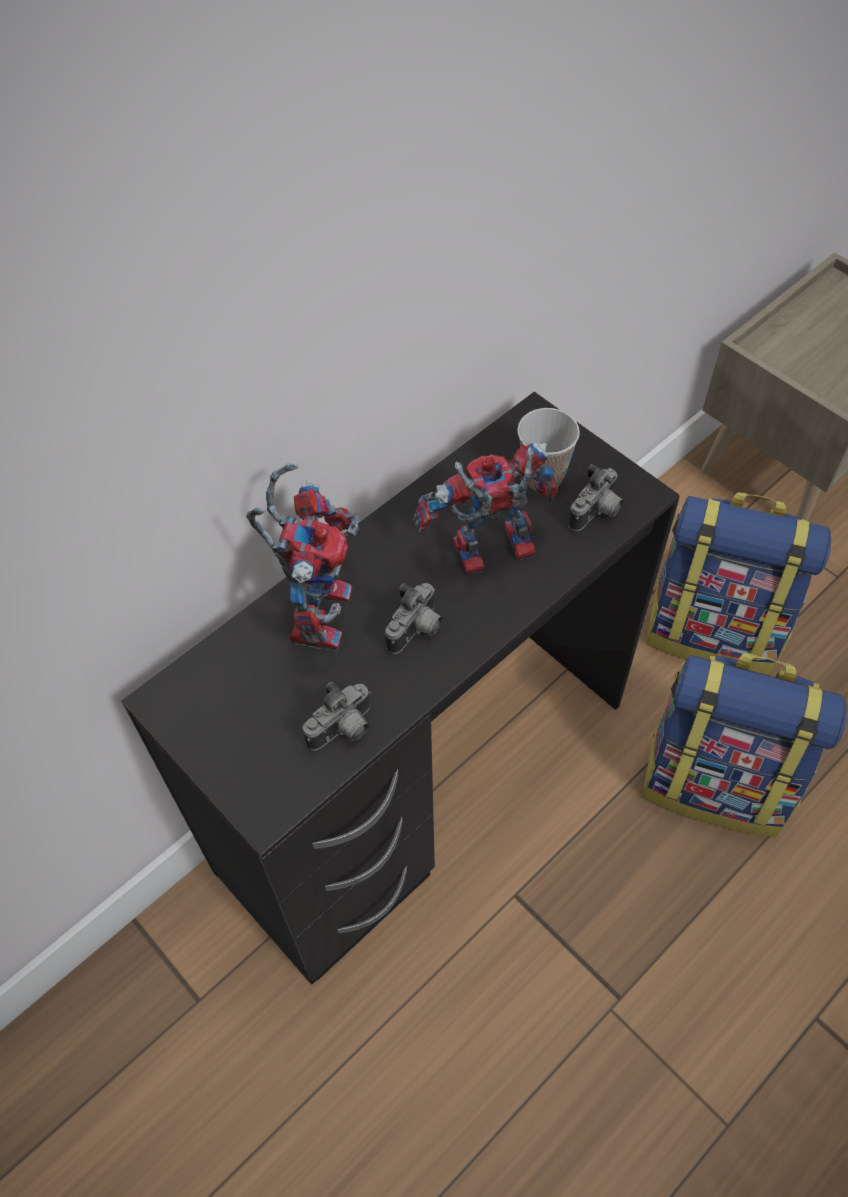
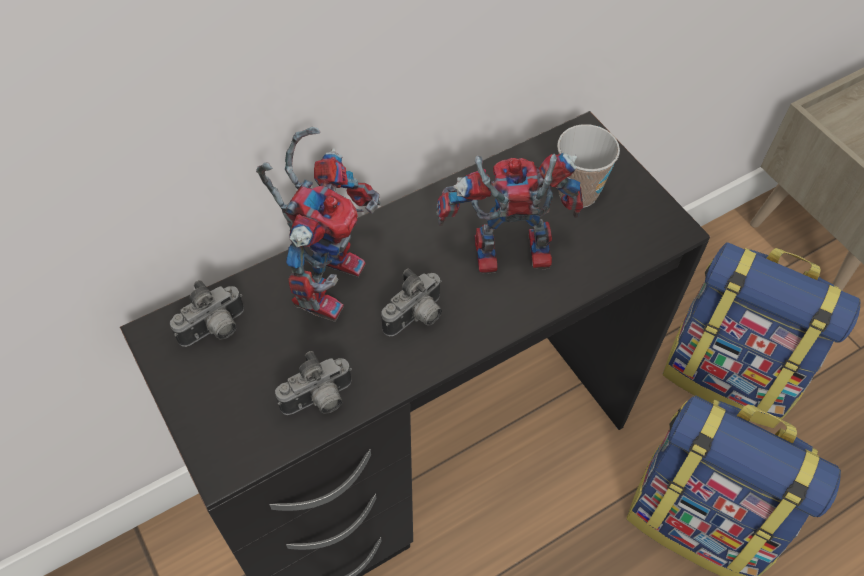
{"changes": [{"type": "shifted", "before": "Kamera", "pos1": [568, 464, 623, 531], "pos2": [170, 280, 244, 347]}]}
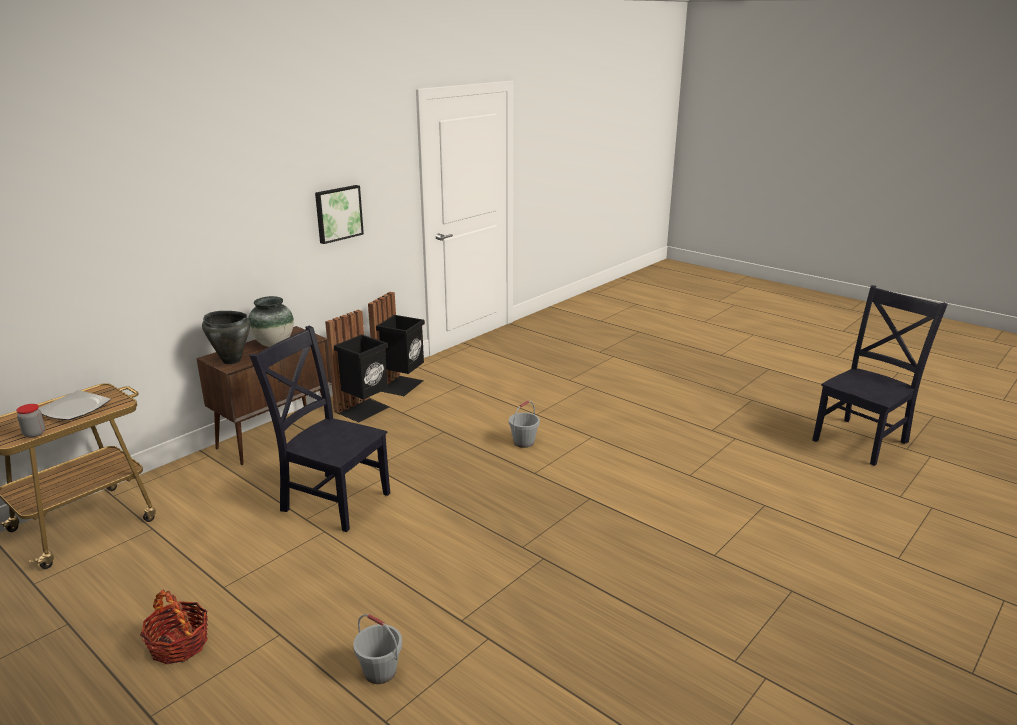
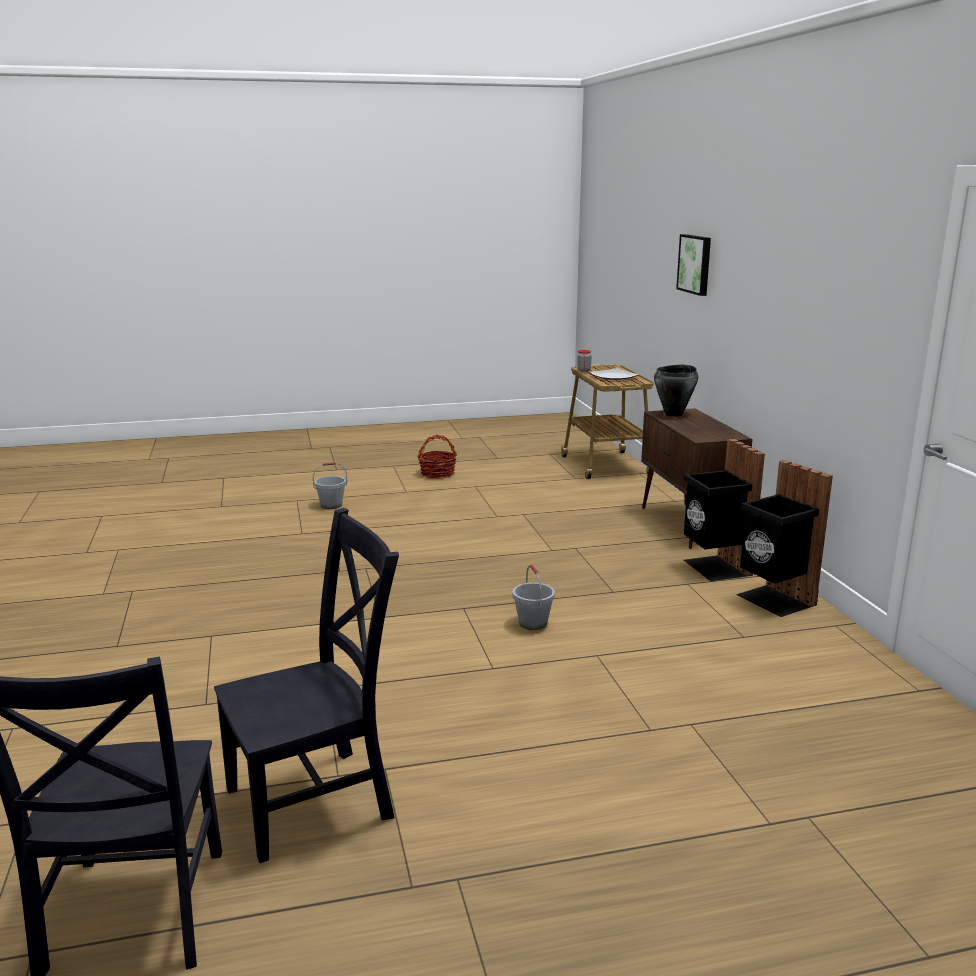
{"changes": [{"type": "shifted", "before": "Bild", "pos1": [315, 185, 364, 244], "pos2": [676, 234, 711, 296]}, {"type": "gone", "before": "Vase", "pos1": [248, 296, 294, 347]}, {"type": "shifted", "before": "Stuhl [schwarz]", "pos1": [249, 326, 390, 532], "pos2": [214, 508, 399, 863]}]}
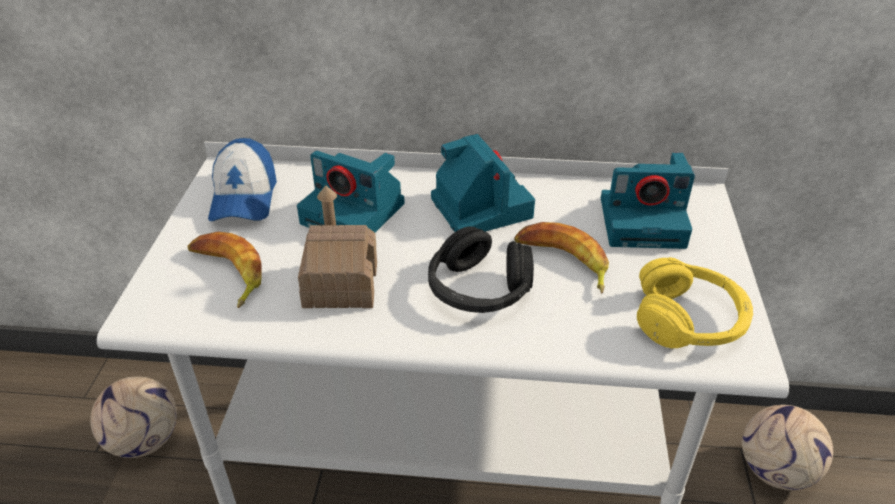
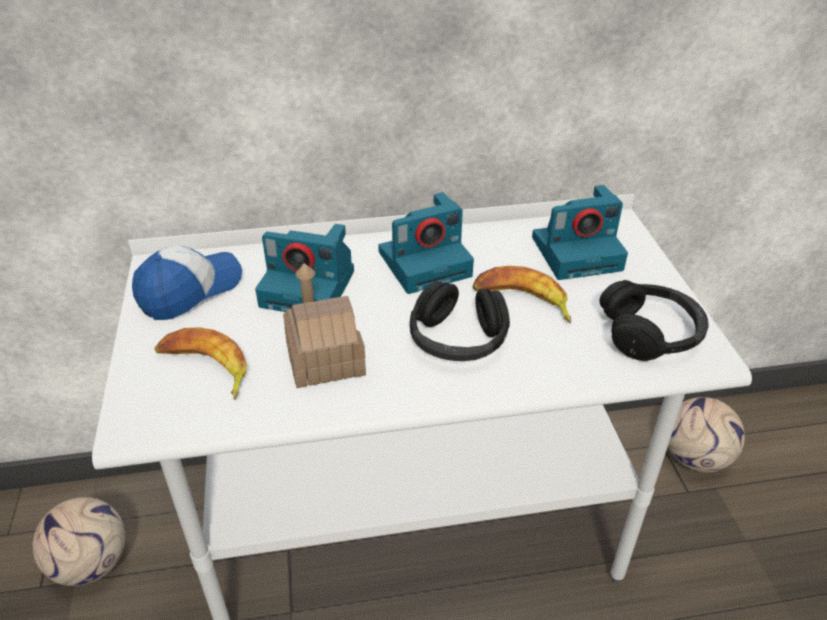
{"changes": [{"type": "rotated", "before": "Kamera", "pos1": [431, 134, 535, 232], "pos2": [378, 192, 474, 294], "turn": 105}, {"type": "rotated", "before": "Kappe", "pos1": [208, 138, 277, 221], "pos2": [132, 245, 242, 320], "turn": -120}, {"type": "repainted", "before": "Kopfhörer [gelb]", "after": "Kopfhörer [schwarz]", "pos1": [637, 257, 753, 348], "pos2": [599, 280, 709, 361]}]}
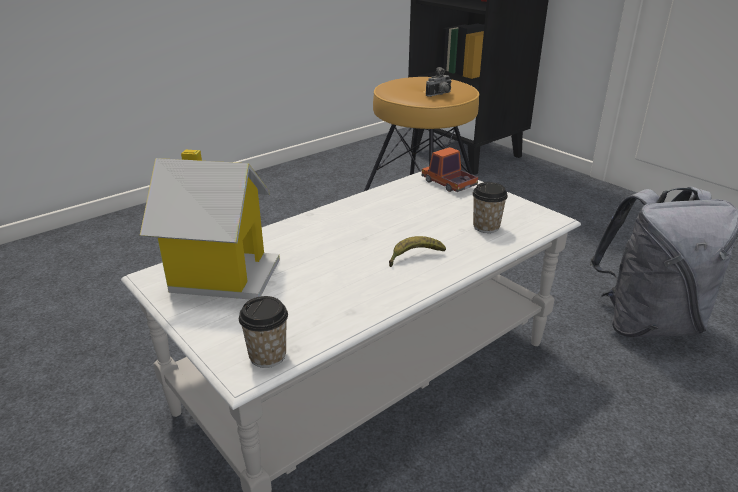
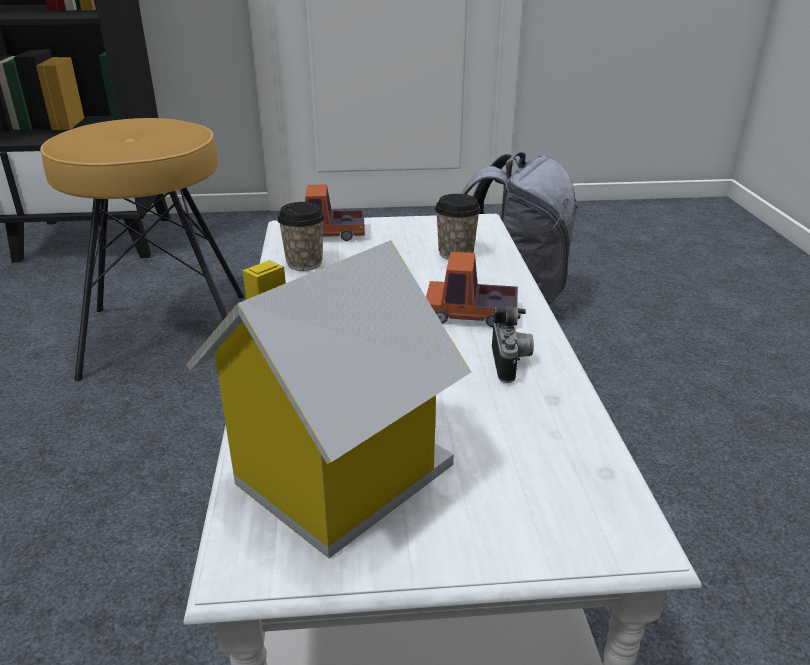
{"changes": [{"type": "shifted", "before": "Kamera", "pos1": [426, 67, 451, 97], "pos2": [492, 306, 534, 383]}, {"type": "swapped", "before": "Banane", "after": "Spielzeuglaster", "pos1": [389, 236, 446, 267], "pos2": [426, 252, 518, 327]}, {"type": "shifted", "before": "Tasse", "pos1": [239, 296, 288, 368], "pos2": [277, 202, 325, 271]}]}
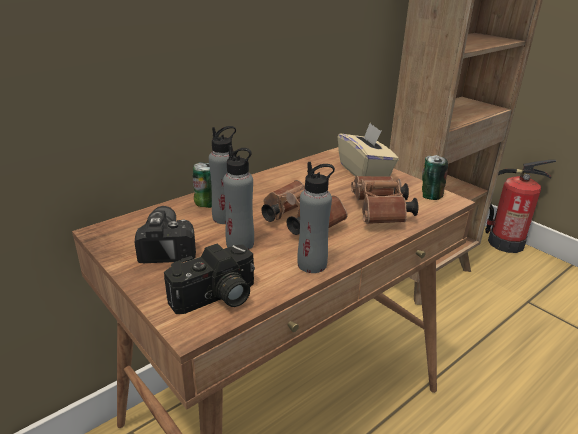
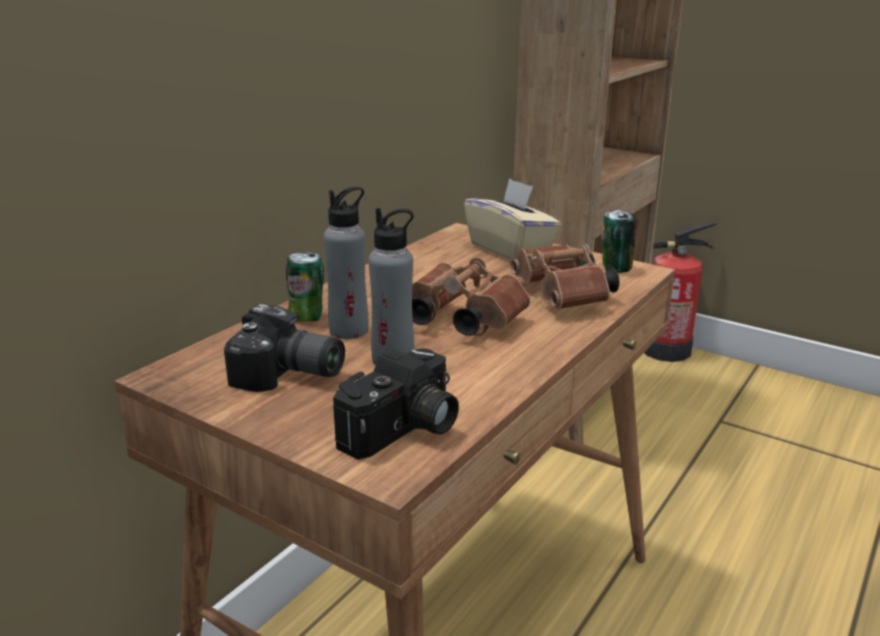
{"changes": [{"type": "gone", "before": "Flasche [grau]", "pos1": [297, 162, 335, 273]}, {"type": "rotated", "before": "Kamera", "pos1": [135, 206, 196, 263], "pos2": [224, 304, 345, 392], "turn": 135}]}
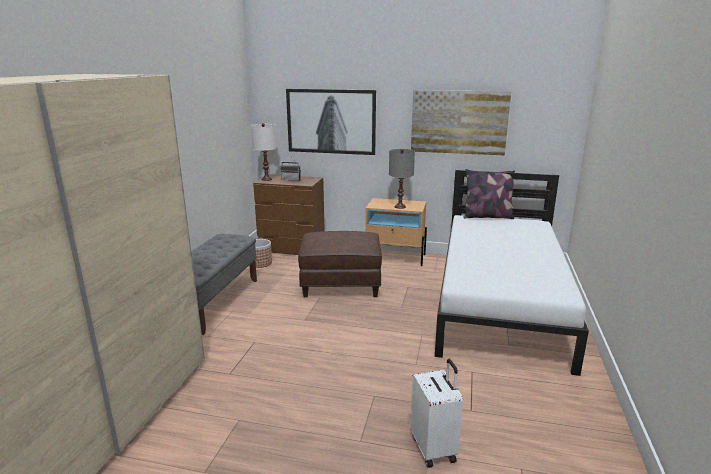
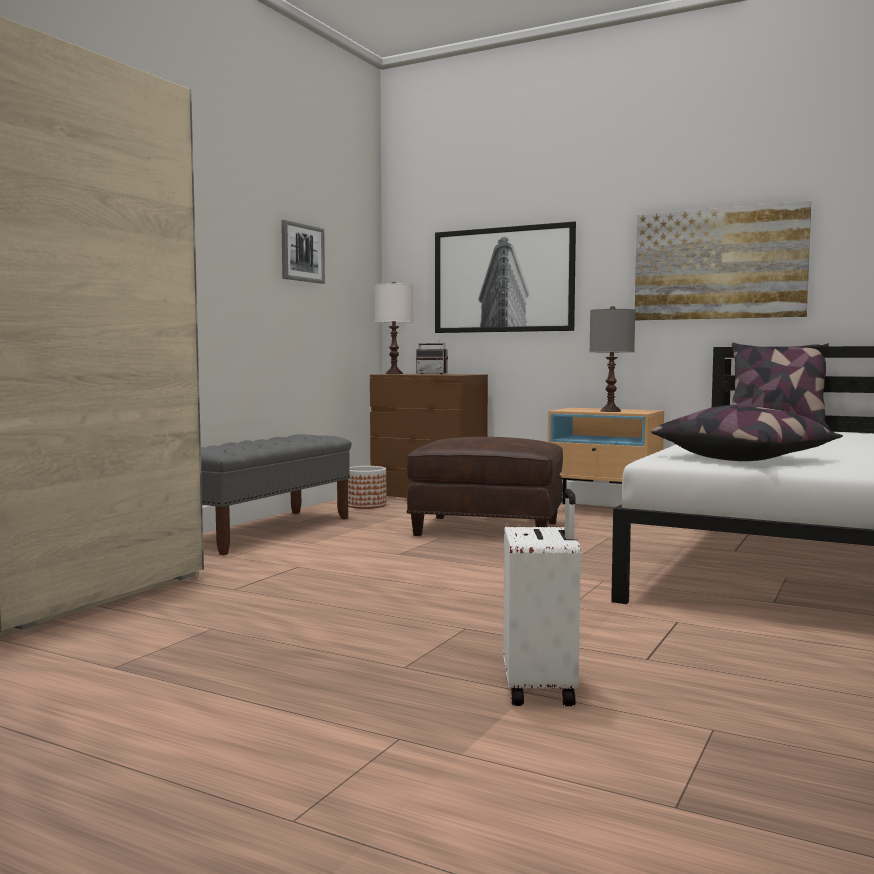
{"changes": [{"type": "new", "after": "Bild", "pos2": [281, 220, 325, 284]}, {"type": "new", "after": "Kissen", "pos2": [651, 405, 843, 461]}]}
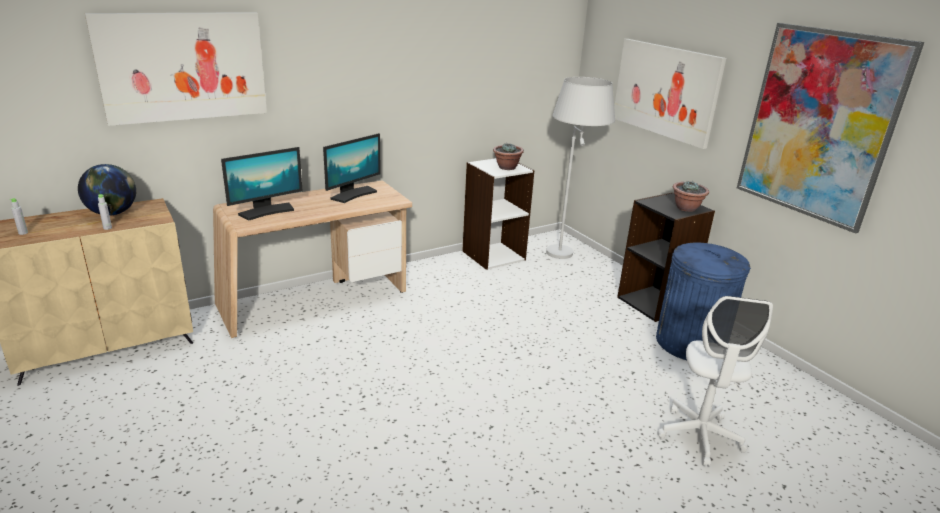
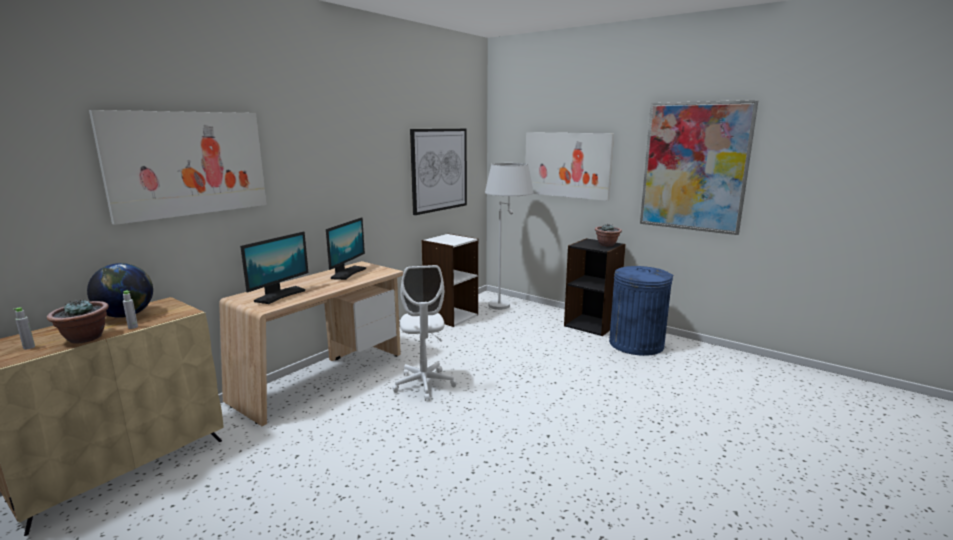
{"changes": [{"type": "shifted", "before": "Topfpflanze", "pos1": [493, 143, 524, 170], "pos2": [47, 300, 109, 343]}, {"type": "shifted", "before": "Bürostuhl [weiß]", "pos1": [657, 296, 773, 467], "pos2": [392, 265, 457, 401]}, {"type": "new", "after": "Bild", "pos2": [410, 129, 467, 215]}]}
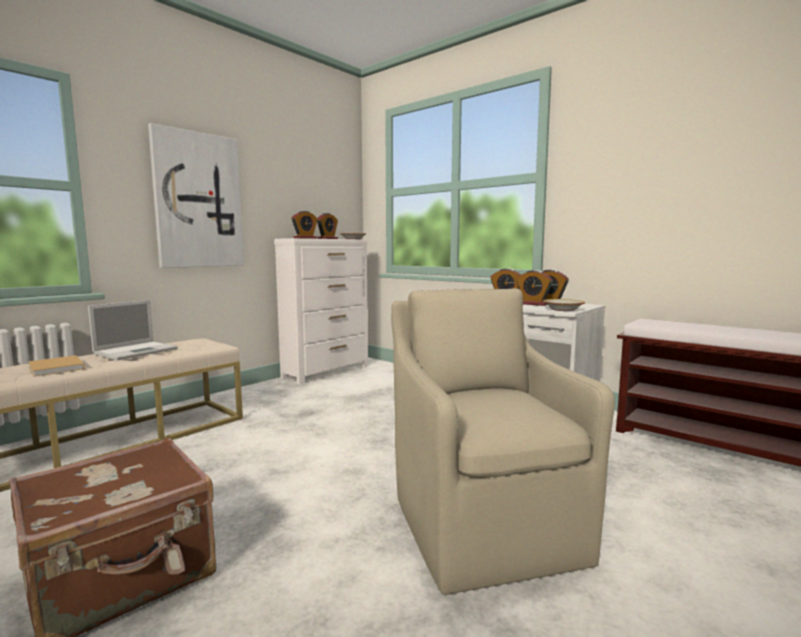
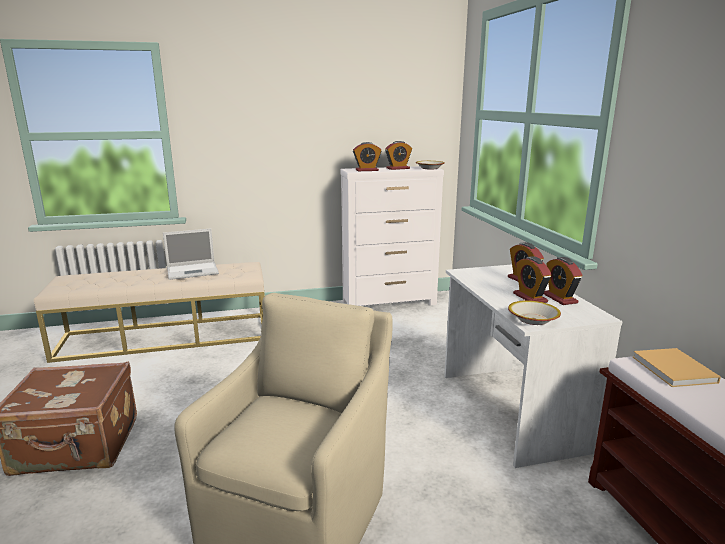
{"changes": [{"type": "gone", "before": "Bild", "pos1": [148, 123, 244, 268]}, {"type": "shifted", "before": "Buch [beige]", "pos1": [28, 355, 85, 377], "pos2": [633, 348, 721, 387]}]}
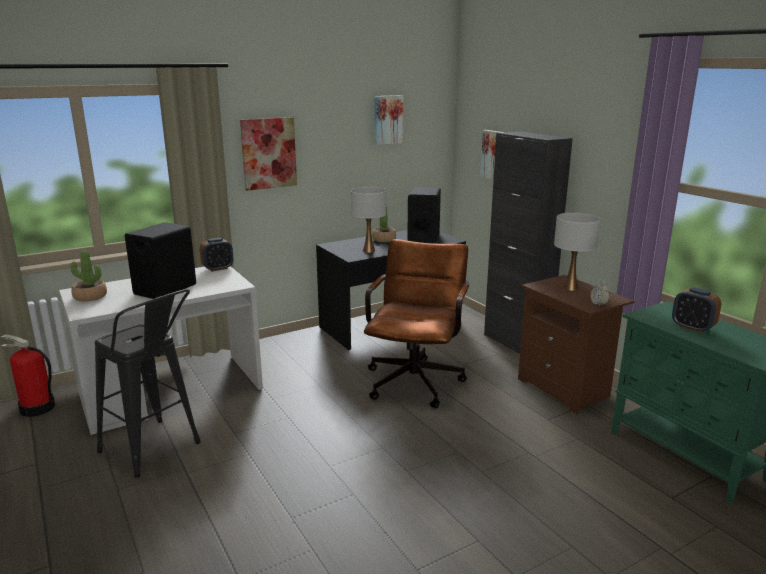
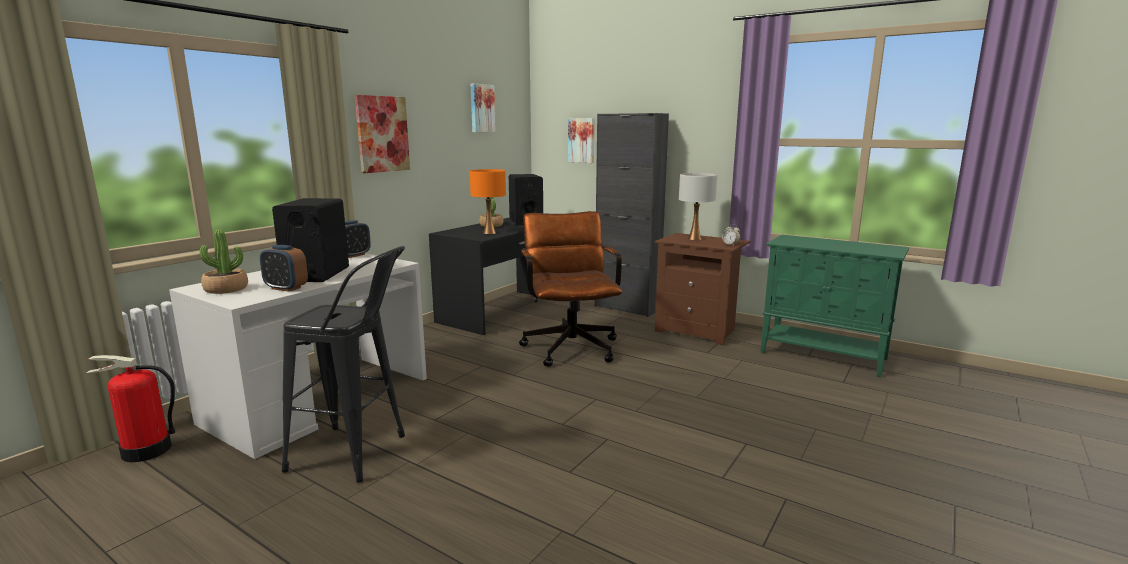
{"changes": [{"type": "repainted", "before": "Tischlampe [weiß]", "after": "Tischlampe [orange]", "pos1": [351, 187, 386, 253], "pos2": [470, 169, 506, 234]}, {"type": "shifted", "before": "Wecker", "pos1": [672, 287, 721, 333], "pos2": [260, 245, 308, 292]}]}
